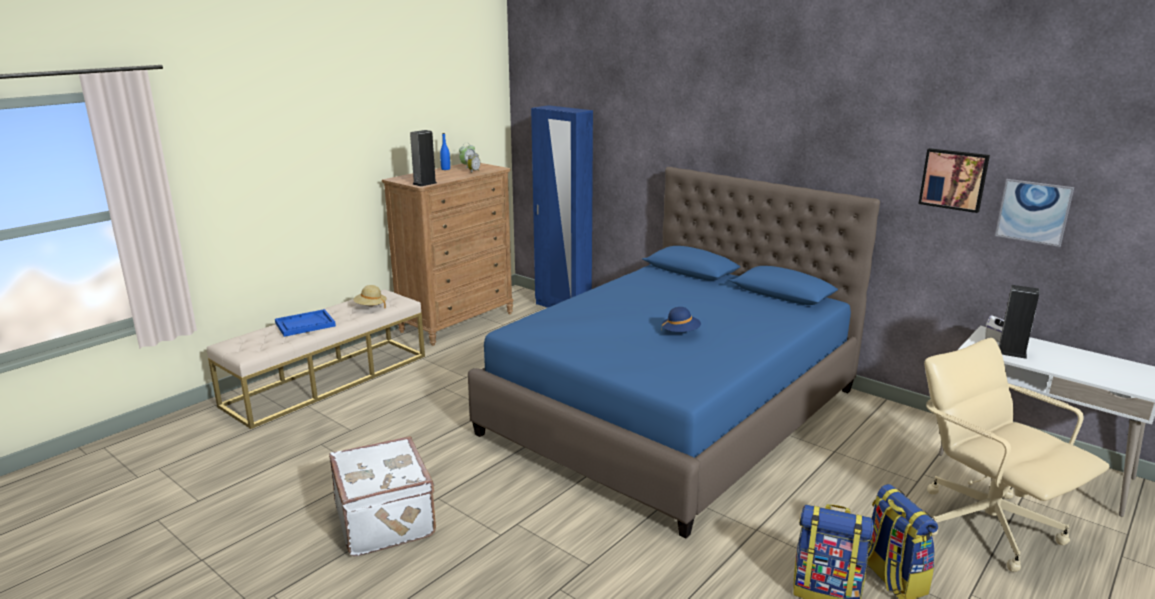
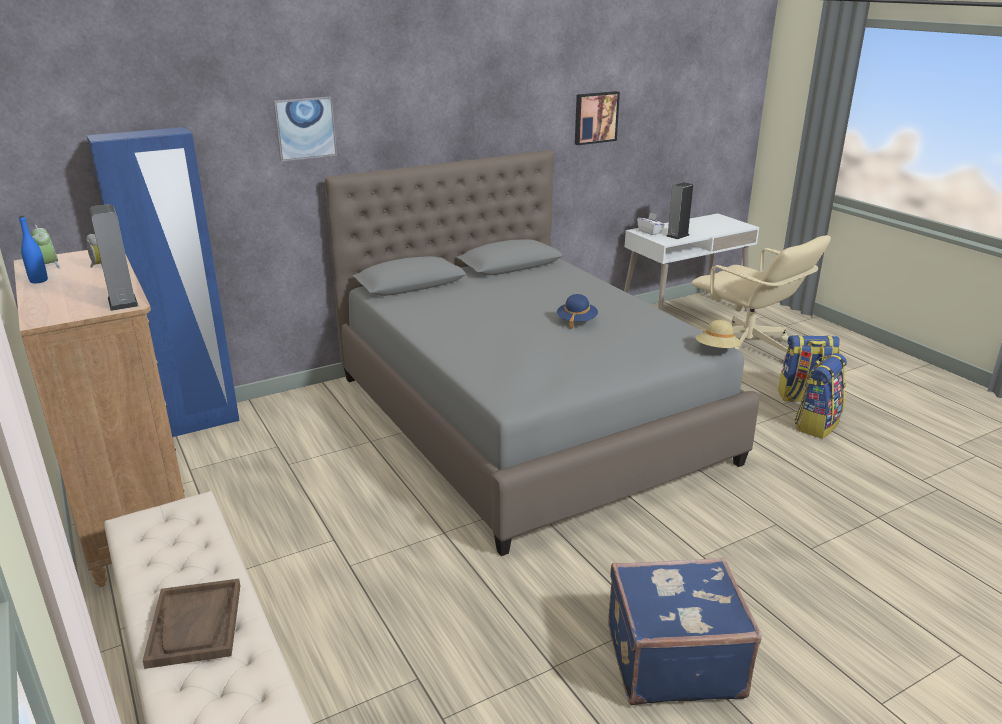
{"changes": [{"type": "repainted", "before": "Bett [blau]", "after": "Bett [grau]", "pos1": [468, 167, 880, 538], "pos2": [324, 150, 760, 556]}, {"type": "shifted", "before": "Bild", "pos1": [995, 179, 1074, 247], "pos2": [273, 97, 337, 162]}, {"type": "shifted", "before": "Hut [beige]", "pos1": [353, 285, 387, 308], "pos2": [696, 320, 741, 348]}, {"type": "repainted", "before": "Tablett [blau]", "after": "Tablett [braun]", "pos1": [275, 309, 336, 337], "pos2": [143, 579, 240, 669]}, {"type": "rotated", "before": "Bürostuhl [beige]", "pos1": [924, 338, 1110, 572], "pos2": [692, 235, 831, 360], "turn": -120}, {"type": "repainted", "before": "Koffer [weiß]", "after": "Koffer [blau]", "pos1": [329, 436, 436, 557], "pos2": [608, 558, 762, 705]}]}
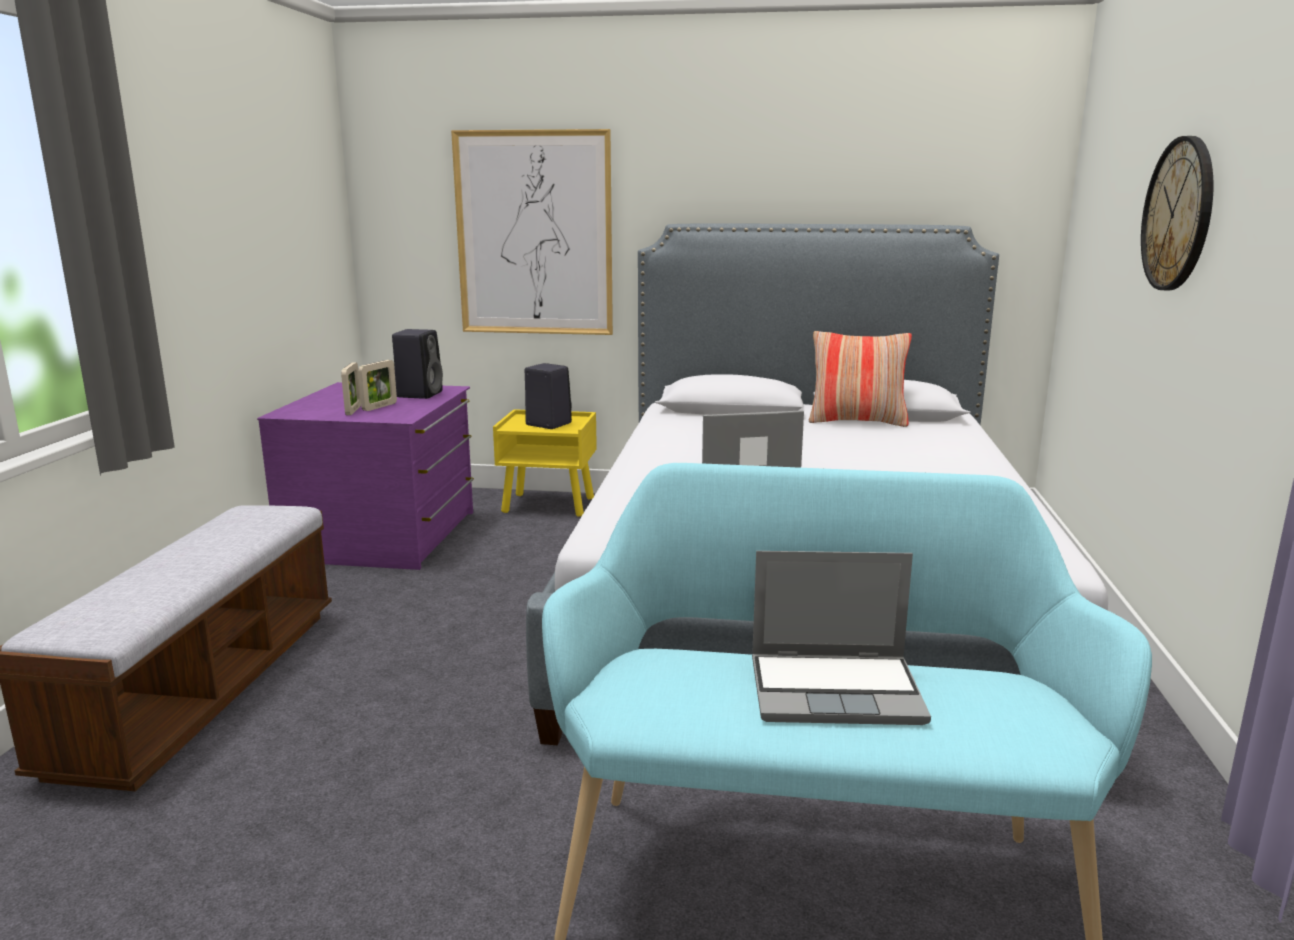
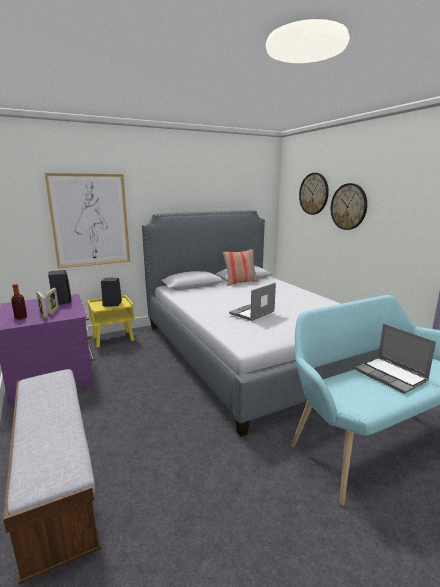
{"changes": [{"type": "rotated", "before": "Laptop", "pos1": [752, 551, 931, 725], "pos2": [355, 324, 436, 394], "turn": 90}, {"type": "new", "after": "Wanduhr", "pos2": [299, 173, 329, 215]}, {"type": "new", "after": "Flasche", "pos2": [11, 284, 27, 320]}]}
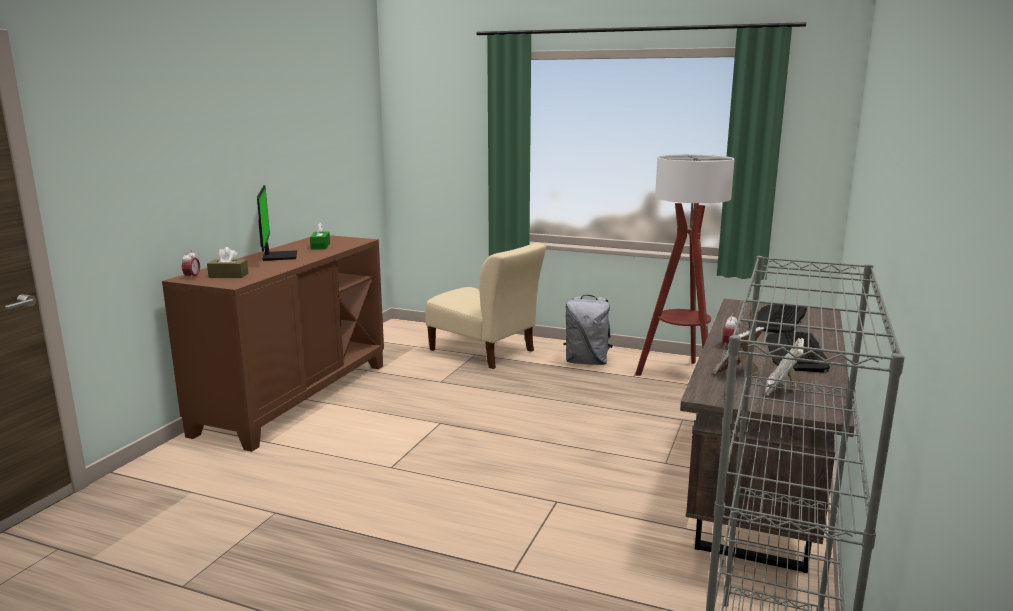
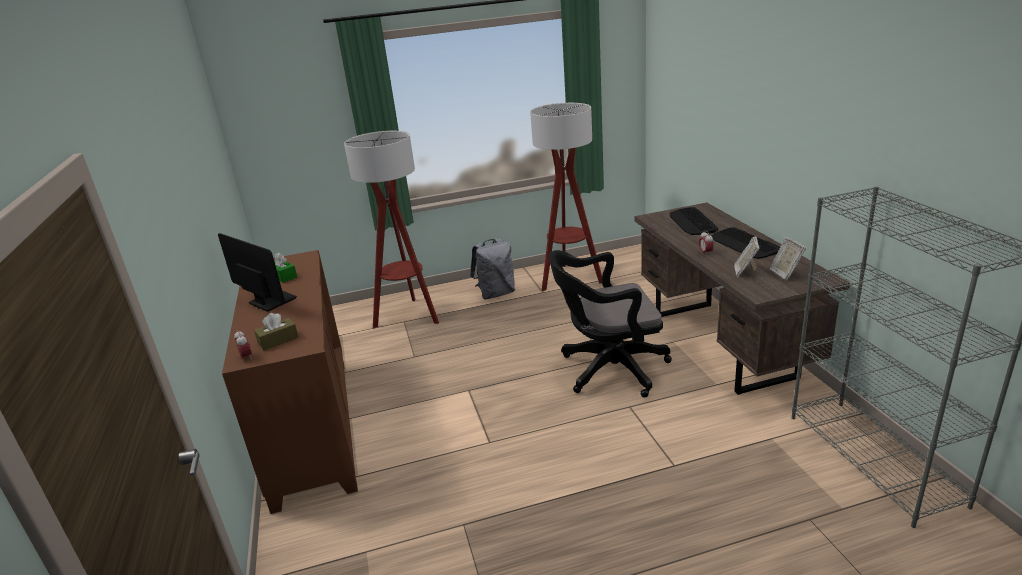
{"changes": [{"type": "swapped", "before": "Stuhl [beige]", "after": "Stehlampe", "pos1": [425, 243, 546, 369], "pos2": [344, 131, 439, 328]}, {"type": "new", "after": "Bürostuhl [schwarz]", "pos2": [549, 250, 672, 398]}]}
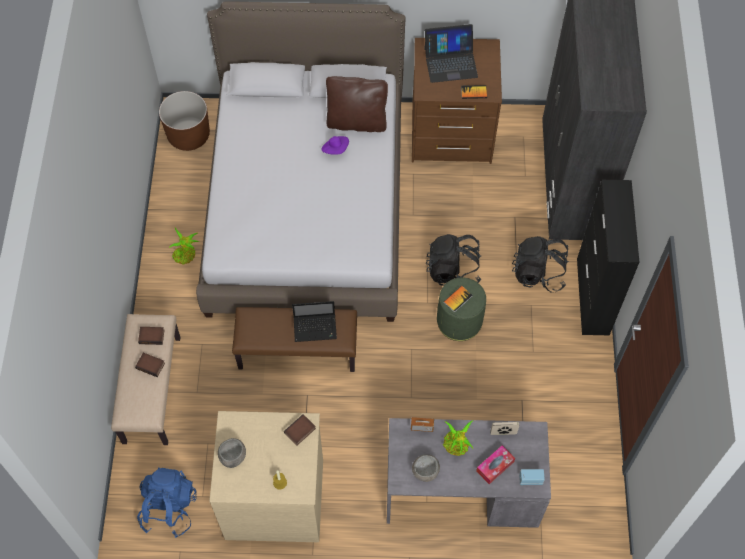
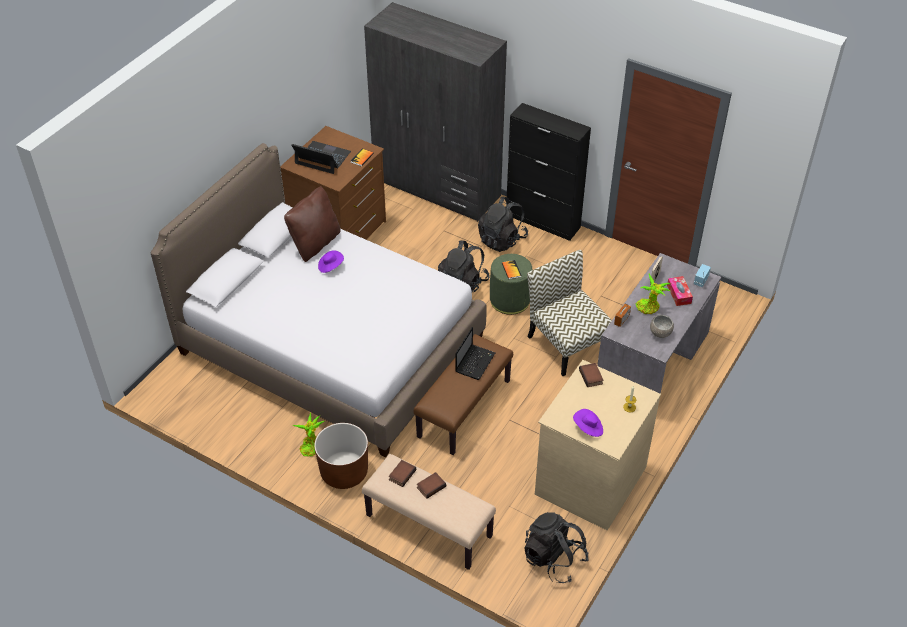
{"changes": [{"type": "rotated", "before": "Laptop", "pos1": [424, 24, 478, 83], "pos2": [291, 141, 351, 174], "turn": -90}, {"type": "shifted", "before": "Pflanzkübel [braun]", "pos1": [159, 91, 210, 151], "pos2": [314, 423, 368, 489]}, {"type": "swapped", "before": "Schüssel [grau]", "after": "Hut [lila]", "pos1": [218, 438, 246, 468], "pos2": [573, 409, 603, 437]}, {"type": "repainted", "before": "Rucksack [blau]", "after": "Rucksack [schwarz]", "pos1": [137, 467, 197, 538], "pos2": [524, 512, 589, 583]}, {"type": "new", "after": "Stuhl", "pos2": [527, 250, 612, 376]}]}
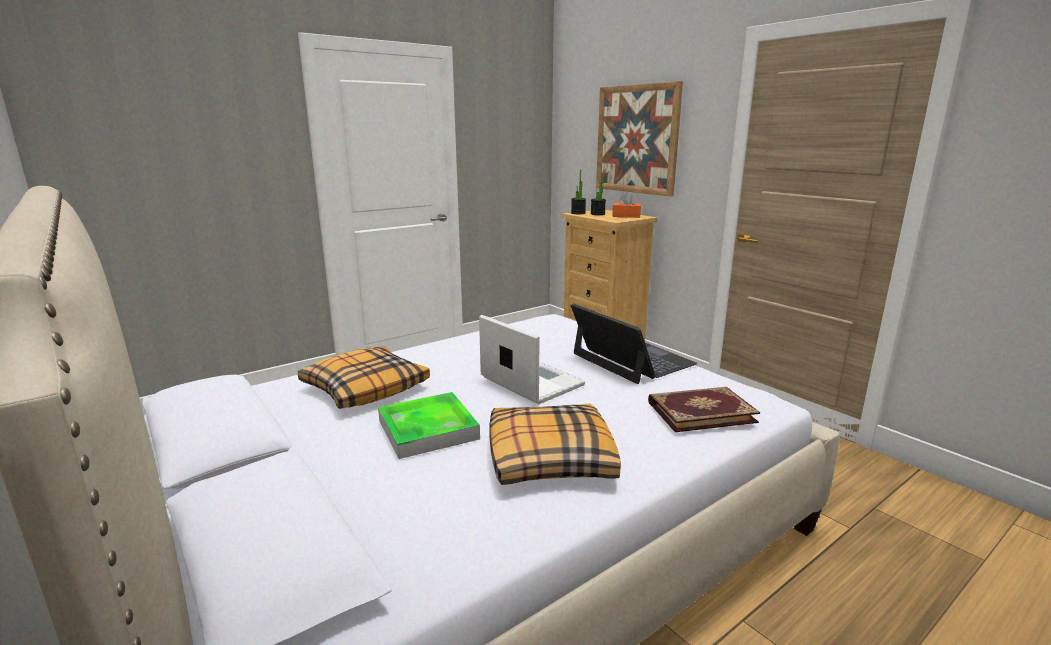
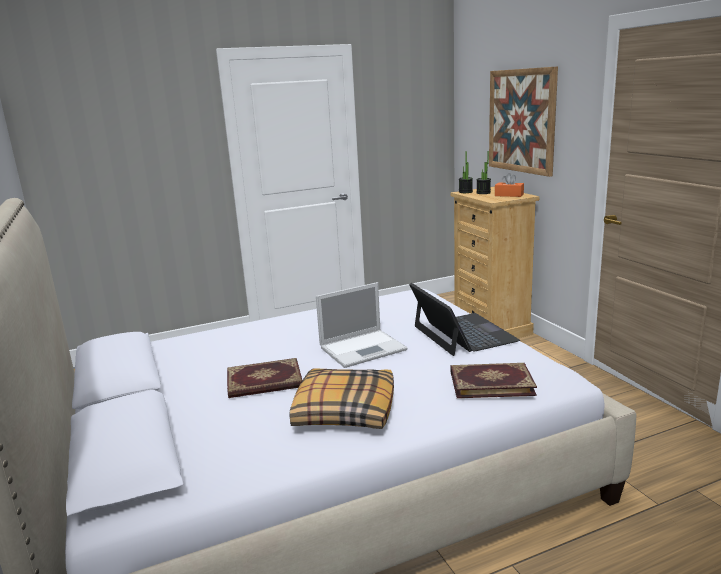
{"changes": [{"type": "rotated", "before": "Laptop", "pos1": [479, 315, 585, 404], "pos2": [316, 282, 407, 368], "turn": 90}, {"type": "gone", "before": "Kissen", "pos1": [298, 346, 430, 409]}, {"type": "swapped", "before": "Tablett", "after": "Buch", "pos1": [378, 392, 480, 459], "pos2": [227, 358, 302, 398]}]}
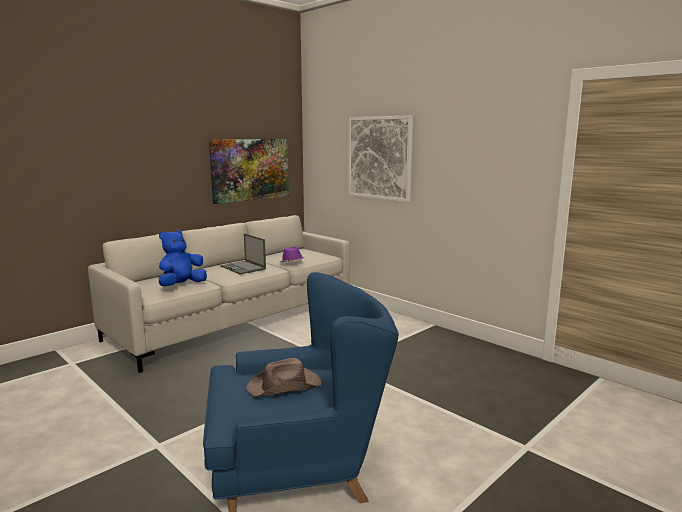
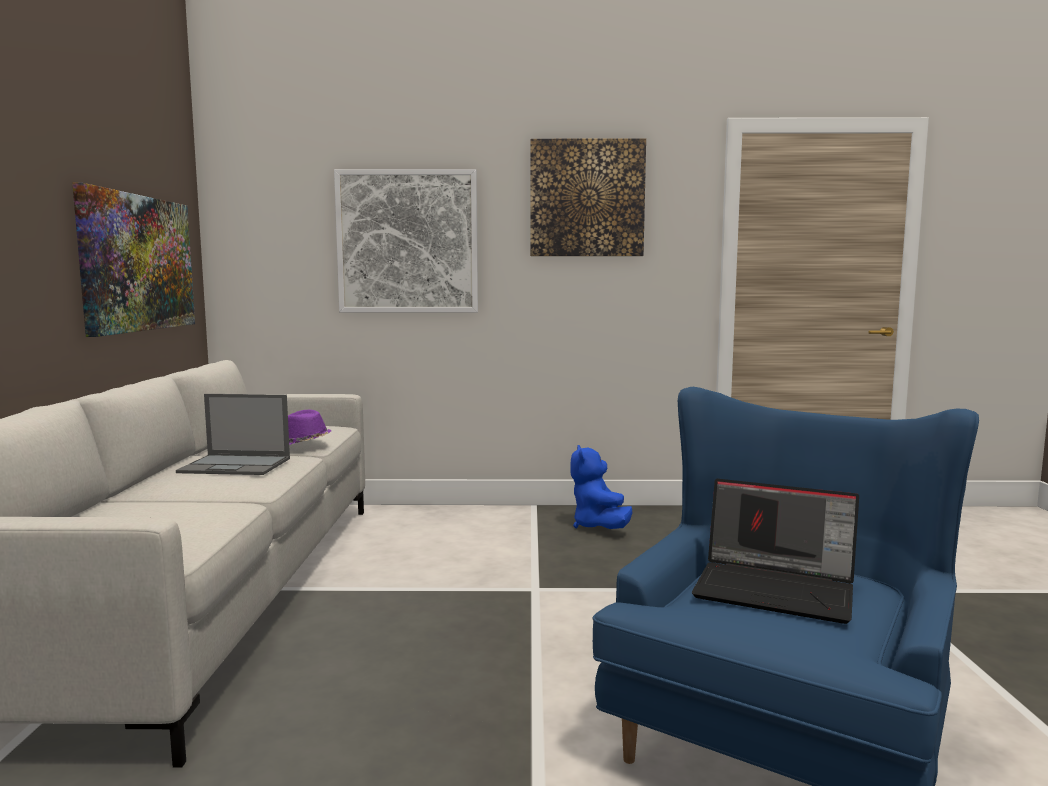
{"changes": [{"type": "shifted", "before": "Plüschtier [blau]", "pos1": [159, 230, 207, 286], "pos2": [570, 445, 632, 529]}, {"type": "swapped", "before": "Hut [braun]", "after": "Laptop", "pos1": [246, 358, 321, 397], "pos2": [692, 479, 859, 624]}, {"type": "new", "after": "Bild", "pos2": [530, 138, 646, 256]}]}
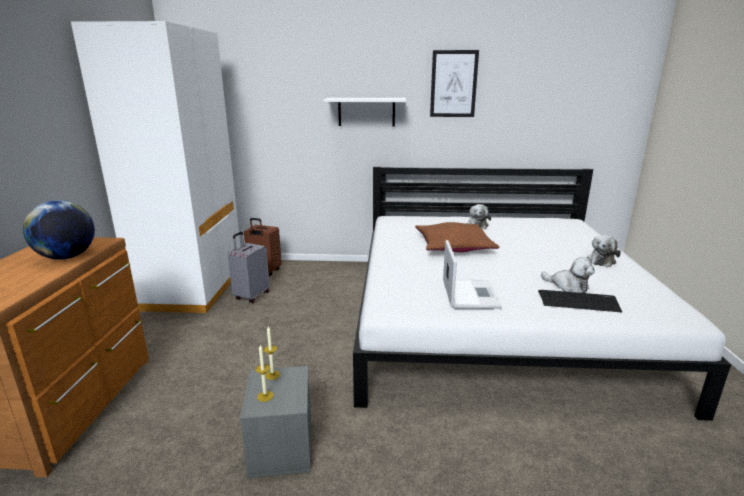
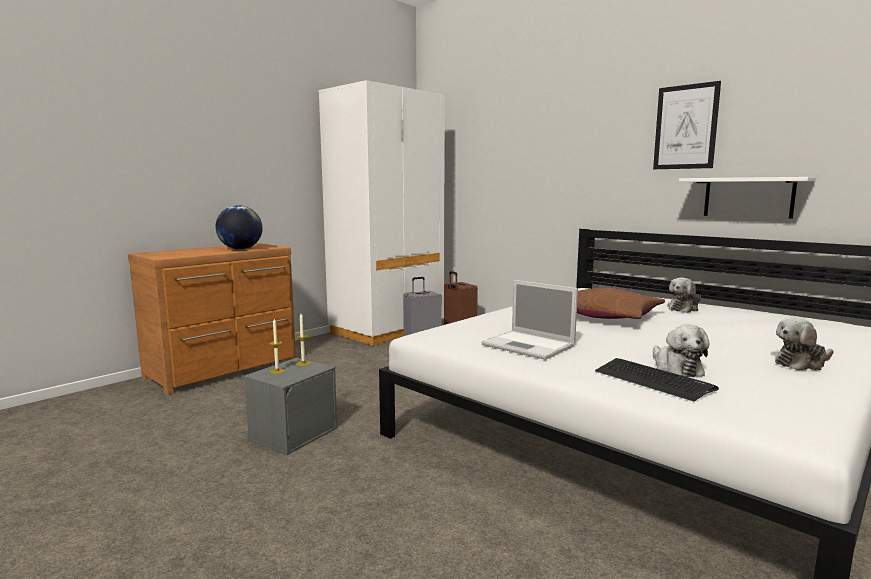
{"changes": [{"type": "shifted", "before": "Wandregal [weiß]", "pos1": [323, 98, 406, 126], "pos2": [679, 177, 816, 219]}, {"type": "rotated", "before": "Laptop", "pos1": [443, 240, 502, 309], "pos2": [481, 280, 578, 360], "turn": 90}]}
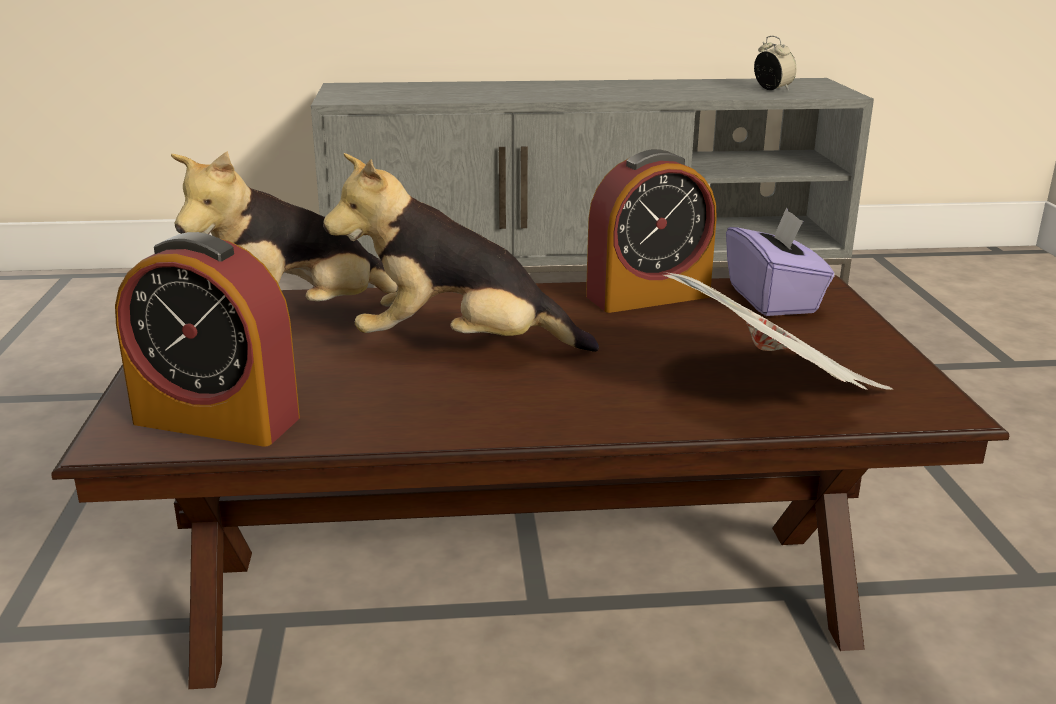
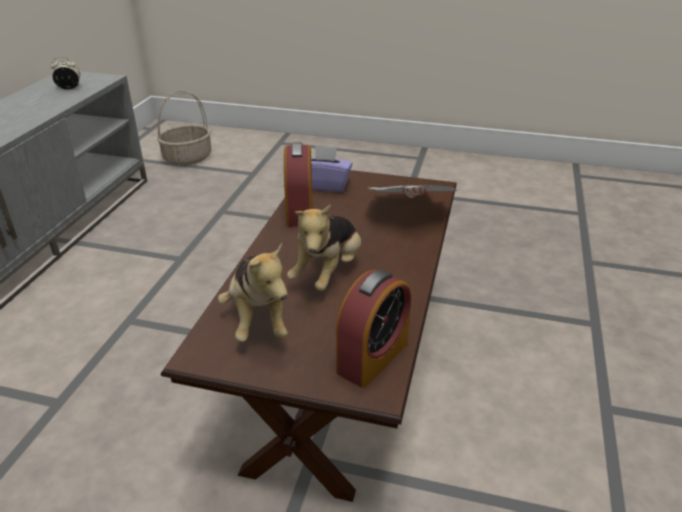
{"changes": [{"type": "new", "after": "Korb", "pos2": [157, 91, 211, 166]}]}
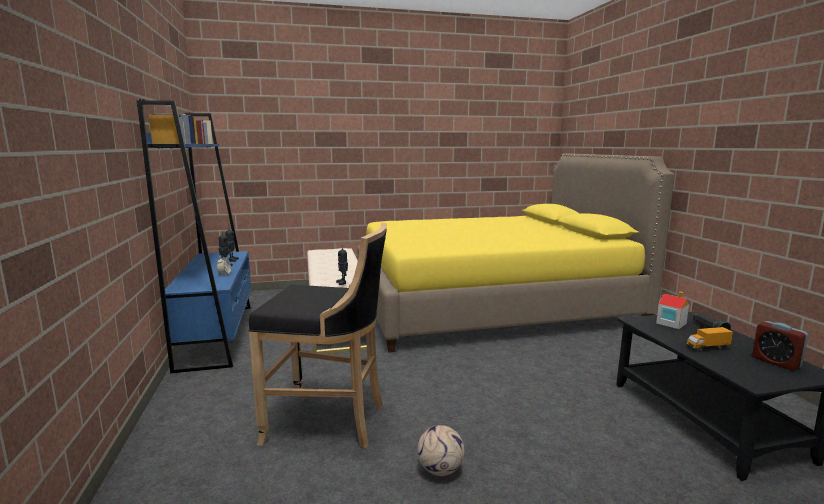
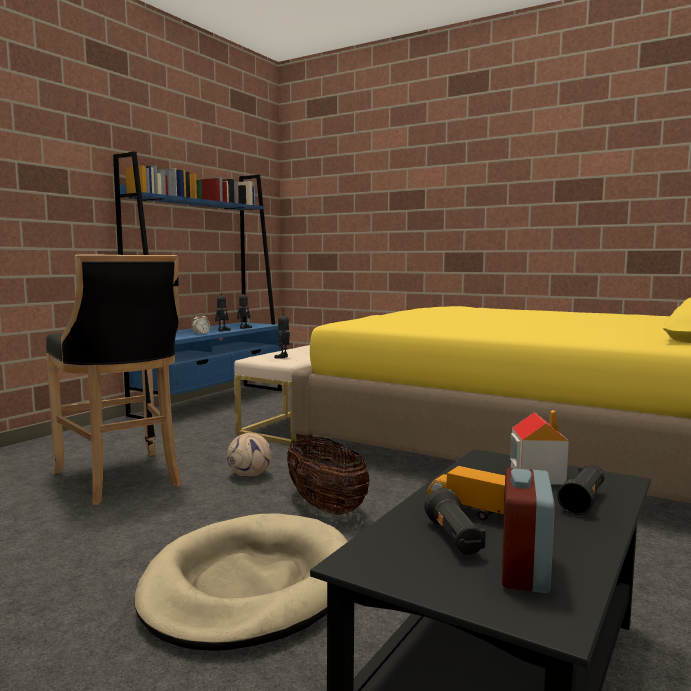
{"changes": [{"type": "shifted", "before": "Fußball", "pos1": [417, 425, 464, 476], "pos2": [227, 433, 272, 477]}, {"type": "new", "after": "Korb", "pos2": [287, 436, 370, 515]}, {"type": "new", "after": "Taschenlampe [schwarz]", "pos2": [424, 488, 486, 555]}, {"type": "new", "after": "Hundebett [beige]", "pos2": [134, 513, 348, 651]}]}
